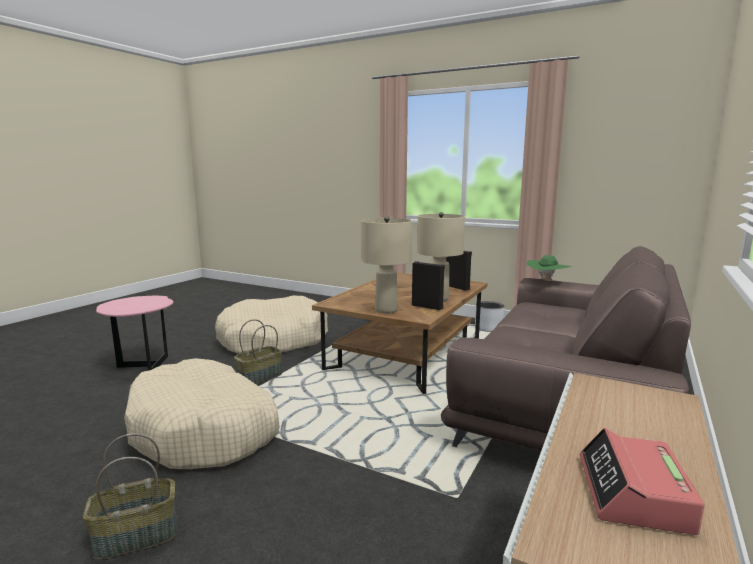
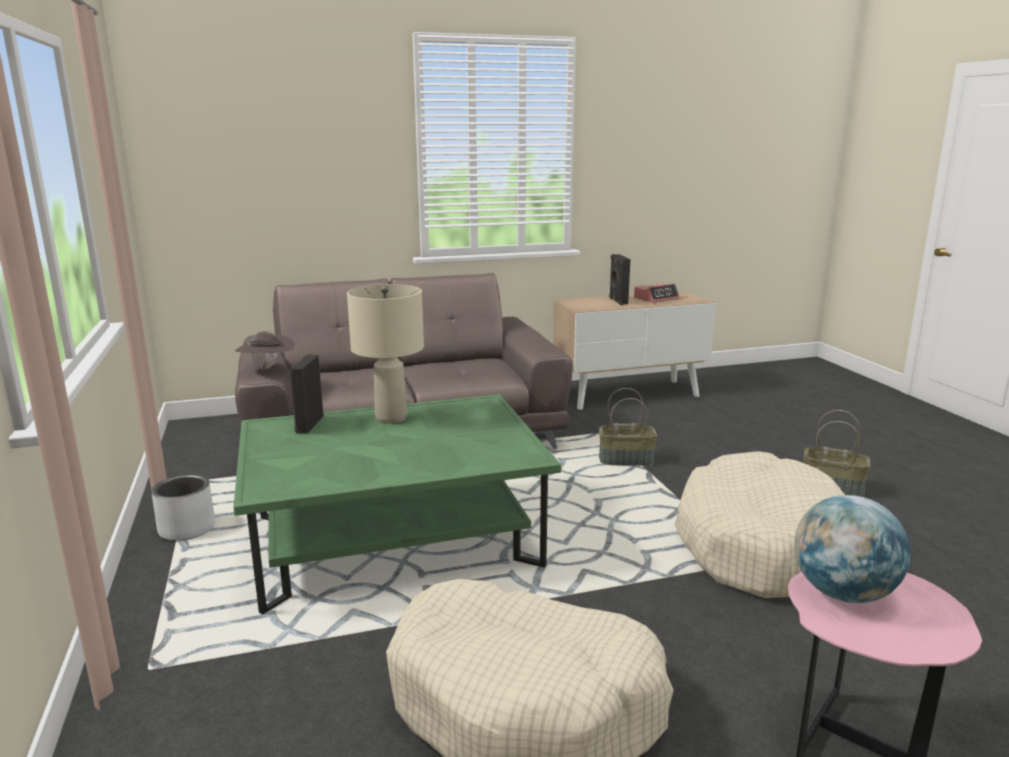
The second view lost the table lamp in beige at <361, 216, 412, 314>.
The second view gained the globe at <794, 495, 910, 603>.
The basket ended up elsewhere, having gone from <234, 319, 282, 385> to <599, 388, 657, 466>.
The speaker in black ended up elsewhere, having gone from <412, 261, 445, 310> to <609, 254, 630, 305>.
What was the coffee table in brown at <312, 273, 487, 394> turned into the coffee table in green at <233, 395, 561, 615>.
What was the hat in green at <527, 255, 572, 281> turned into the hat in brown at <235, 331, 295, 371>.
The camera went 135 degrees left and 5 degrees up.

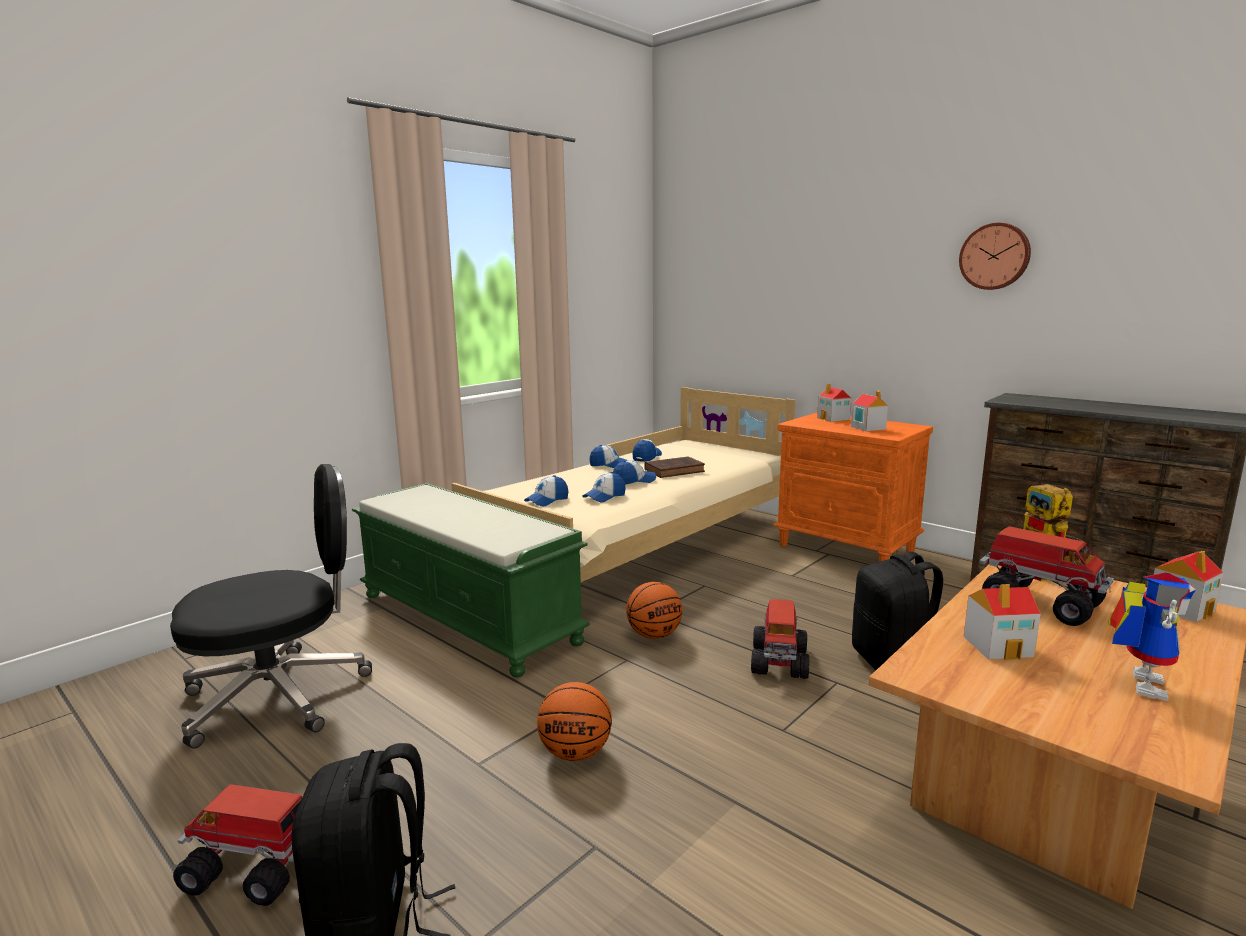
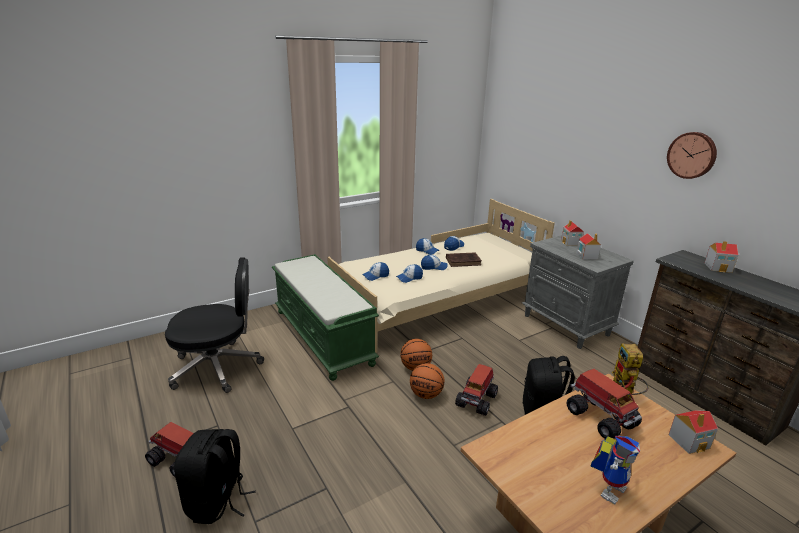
The basketball ended up elsewhere, having gone from <537, 682, 612, 761> to <410, 363, 444, 399>.
The toy house ended up elsewhere, having gone from <964, 584, 1041, 660> to <705, 241, 738, 273>.
What was the nightstand in orange at <773, 412, 933, 562> turned into the nightstand in grey at <522, 235, 634, 349>.
The camera went 15 degrees right and 10 degrees up.

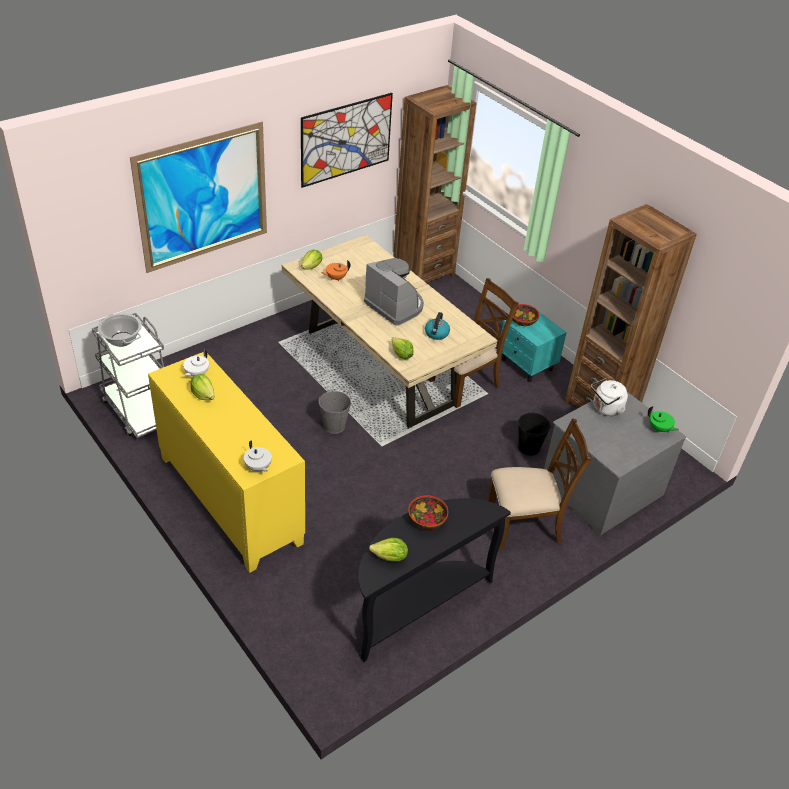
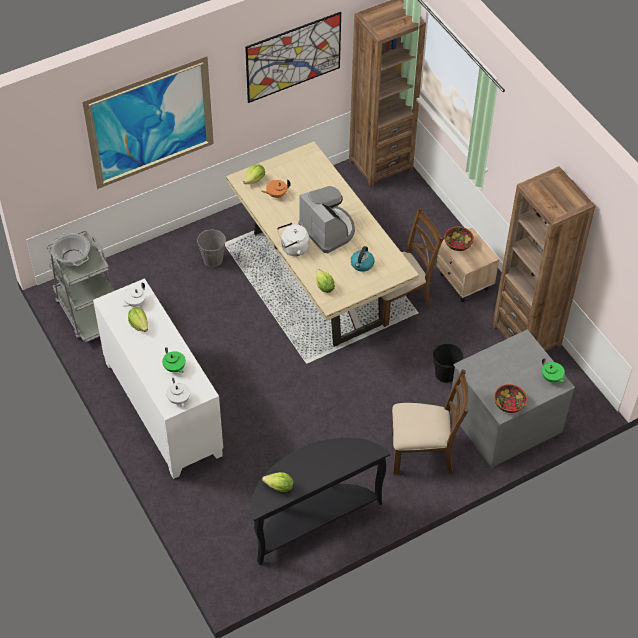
The second view gained the teapot in green at <162, 347, 186, 373>.
The bucket in grey ended up elsewhere, having gone from <319, 390, 351, 434> to <197, 229, 226, 267>.
The bowl ended up elsewhere, having gone from <408, 495, 448, 529> to <494, 384, 527, 413>.
The kettle in white ended up elsewhere, having gone from <591, 378, 628, 416> to <277, 223, 309, 256>.
What was the cabinet in yellow at <148, 352, 305, 573> turned into the cabinet in white at <93, 278, 223, 479>.
What was the nightstand in turquoise at <501, 312, 567, 382> turned into the nightstand in beige at <436, 227, 499, 302>.
The camera went 10 degrees right and 10 degrees up.

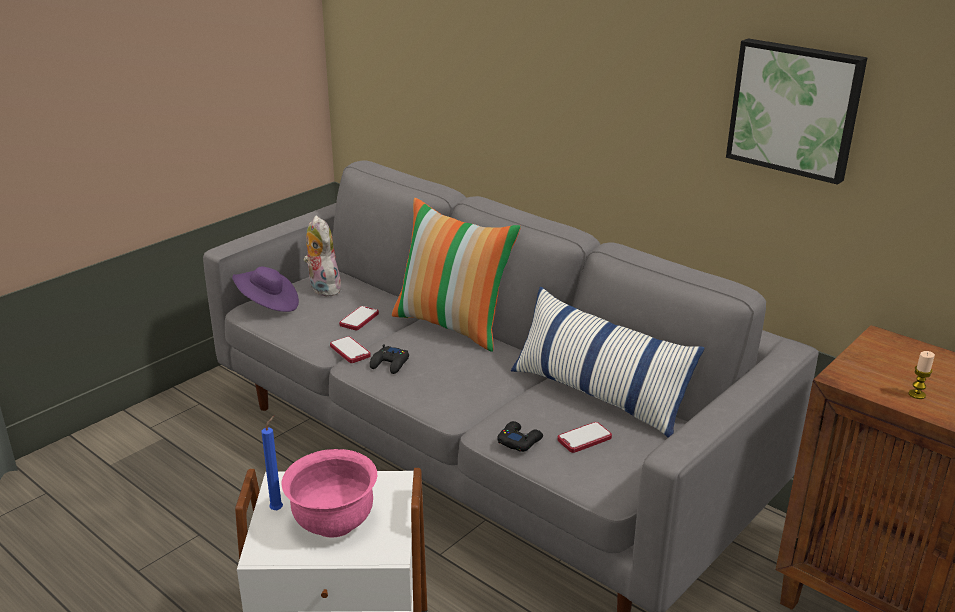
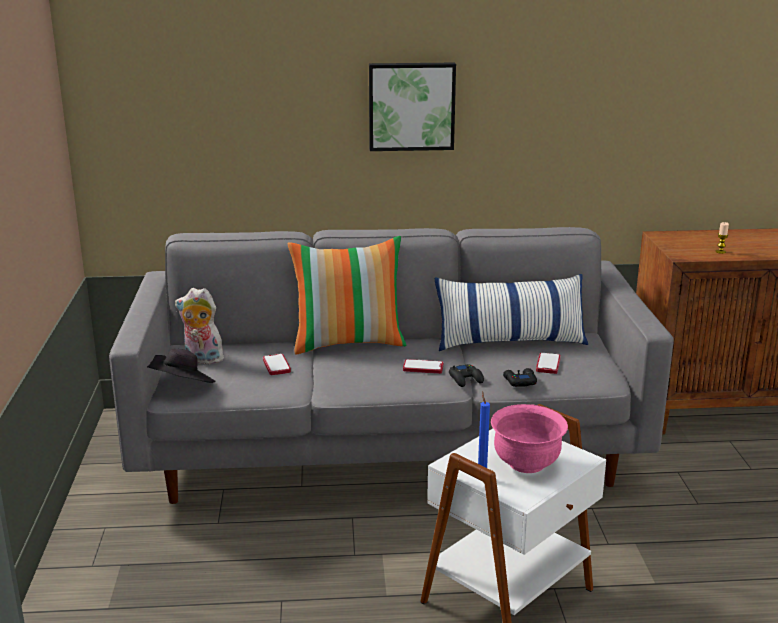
The phone ended up elsewhere, having gone from <330, 336, 371, 363> to <403, 359, 443, 374>.
The game controller in black ended up elsewhere, having gone from <370, 345, 409, 374> to <449, 364, 484, 387>.
The picture ended up elsewhere, having gone from <726, 38, 868, 185> to <369, 63, 456, 151>.
What was the hat in purple at <232, 266, 299, 312> turned into the hat in black at <147, 349, 215, 383>.
The camera went 45 degrees left and 5 degrees down.

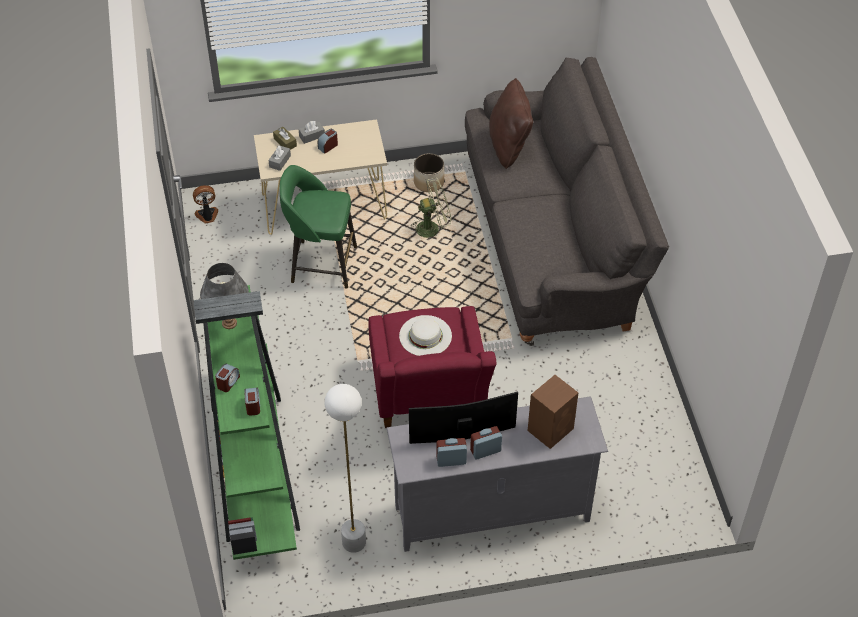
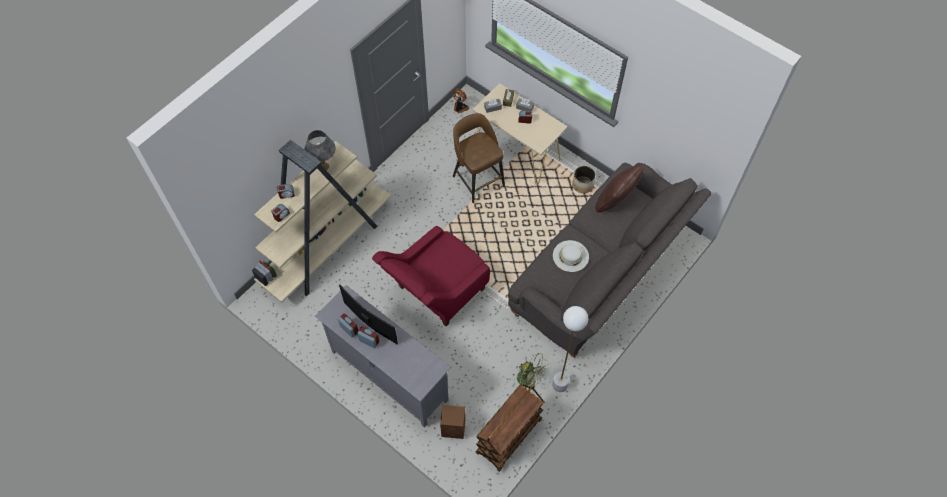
The second view gained the cart in brown at <476, 384, 544, 472>.
The floor lamp in white ended up elsewhere, having gone from <325, 384, 366, 553> to <552, 306, 588, 392>.
The hat in white ended up elsewhere, having gone from <399, 315, 452, 356> to <553, 240, 589, 272>.
The fan in green ended up elsewhere, having gone from <411, 177, 451, 239> to <516, 353, 549, 391>.
The speaker in brown ended up elsewhere, having gone from <528, 375, 578, 449> to <440, 405, 466, 439>.
What was the bookcase in green at <193, 285, 300, 560> turned into the bookcase in beige at <252, 140, 391, 302>.
What was the stool in green at <280, 165, 357, 289> turned into the stool in brown at <453, 113, 505, 203>.
The camera went 50 degrees right and 10 degrees up.

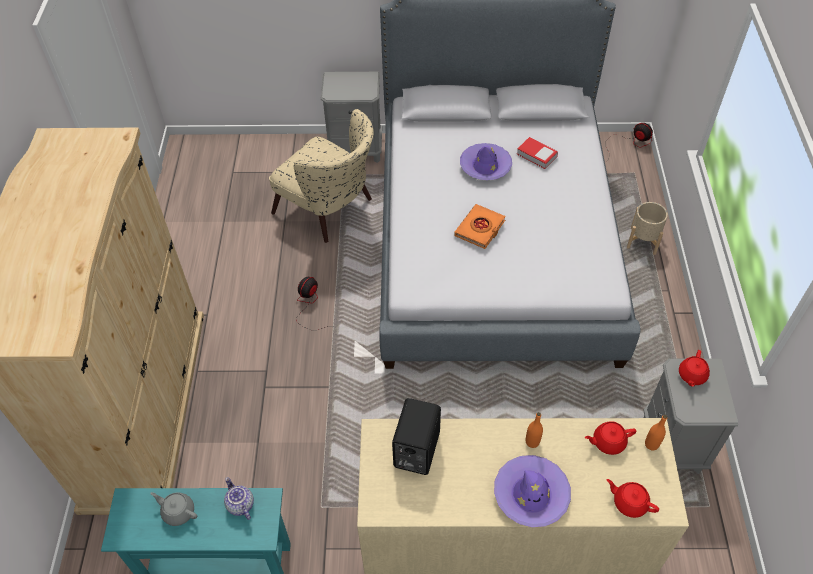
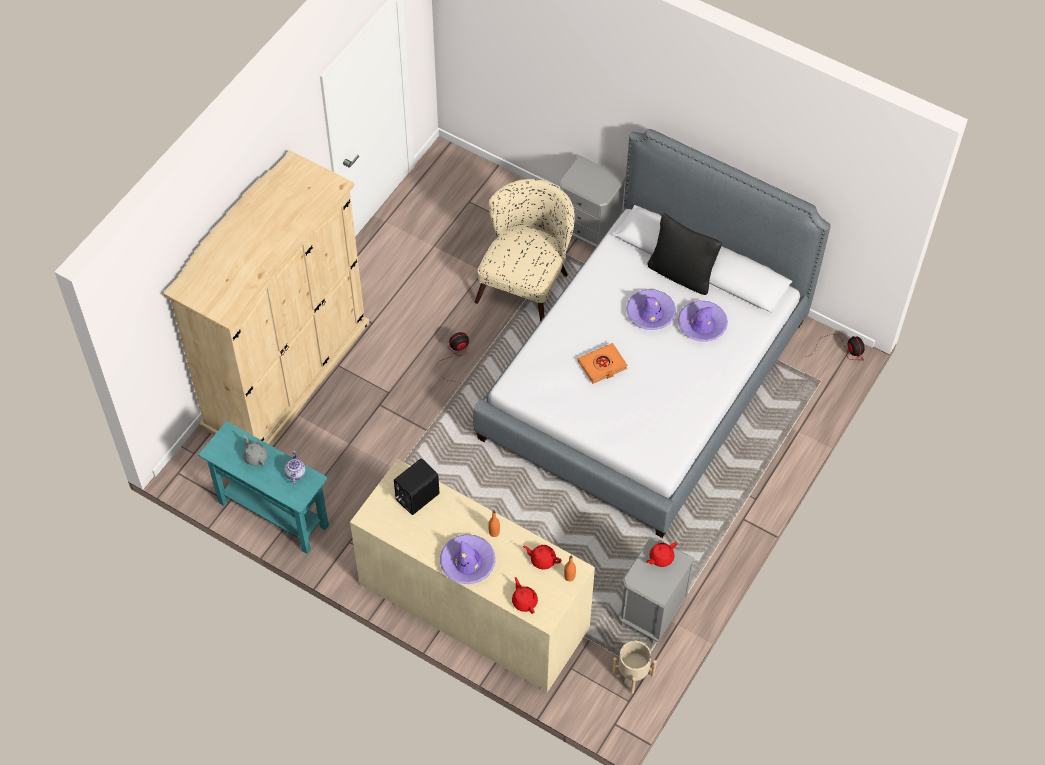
The second view gained the pillow in black at <647, 213, 722, 295>.
The planter in beige ended up elsewhere, having gone from <627, 202, 668, 255> to <612, 640, 657, 694>.
Where the book stood at <517, 137, 558, 169>, the hat in purple came to stand at <678, 301, 728, 342>.
The armchair in beige at <269, 109, 374, 243> ended up facing another way, 135 degrees counterclockwise from before.
The camera went 30 degrees right and 5 degrees up.

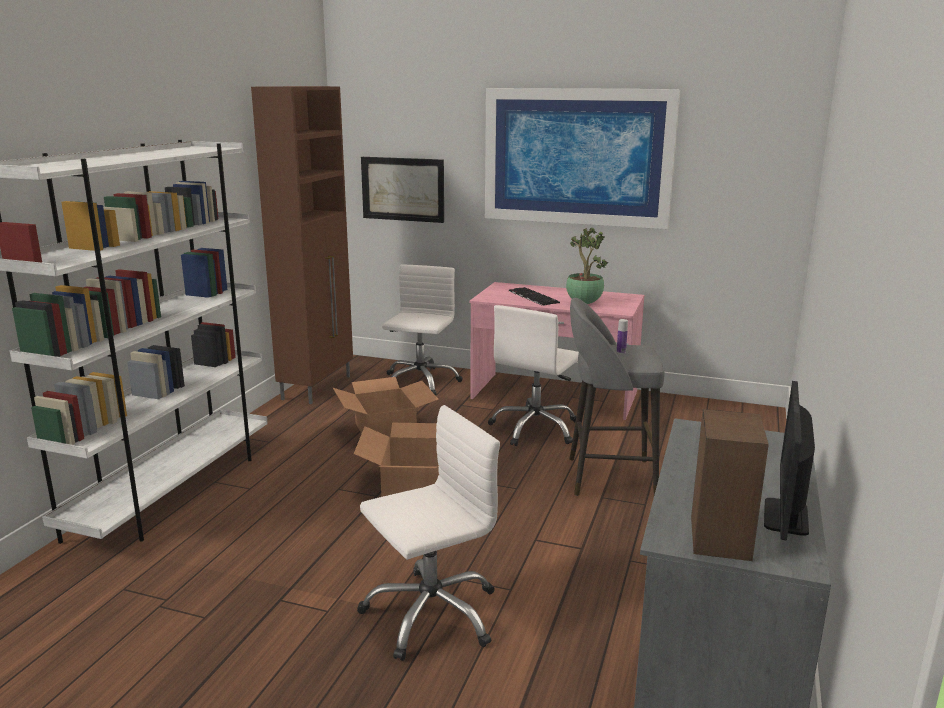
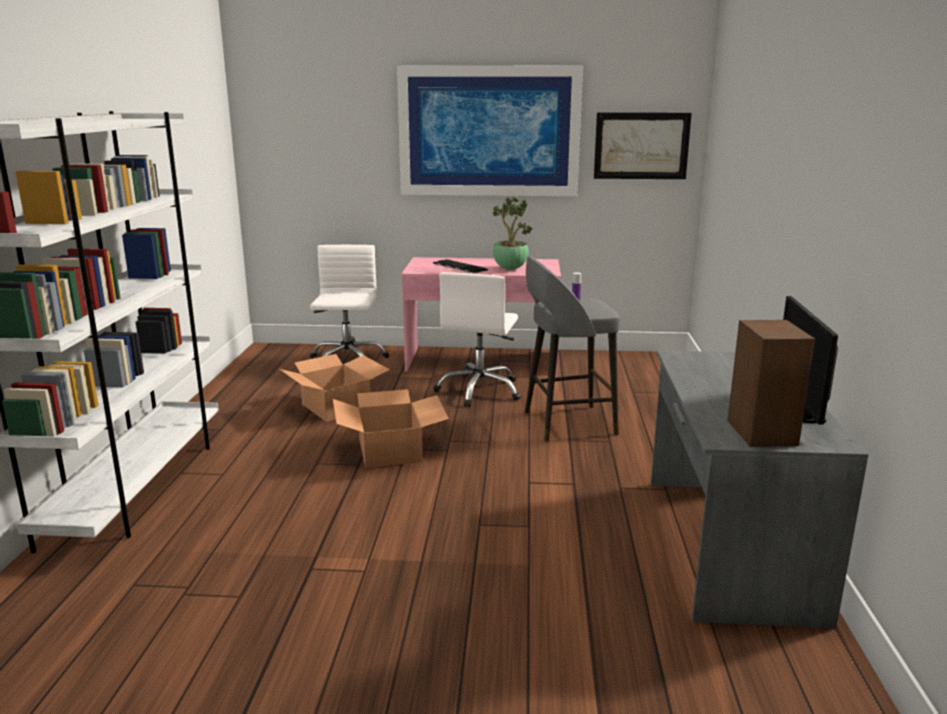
The second view lost the cabinet in brown at <251, 86, 353, 404>.
The second view lost the office chair in white at <357, 405, 500, 661>.
The picture ended up elsewhere, having gone from <361, 157, 444, 223> to <594, 113, 692, 179>.
The camera went 15 degrees left and 0 degrees up.

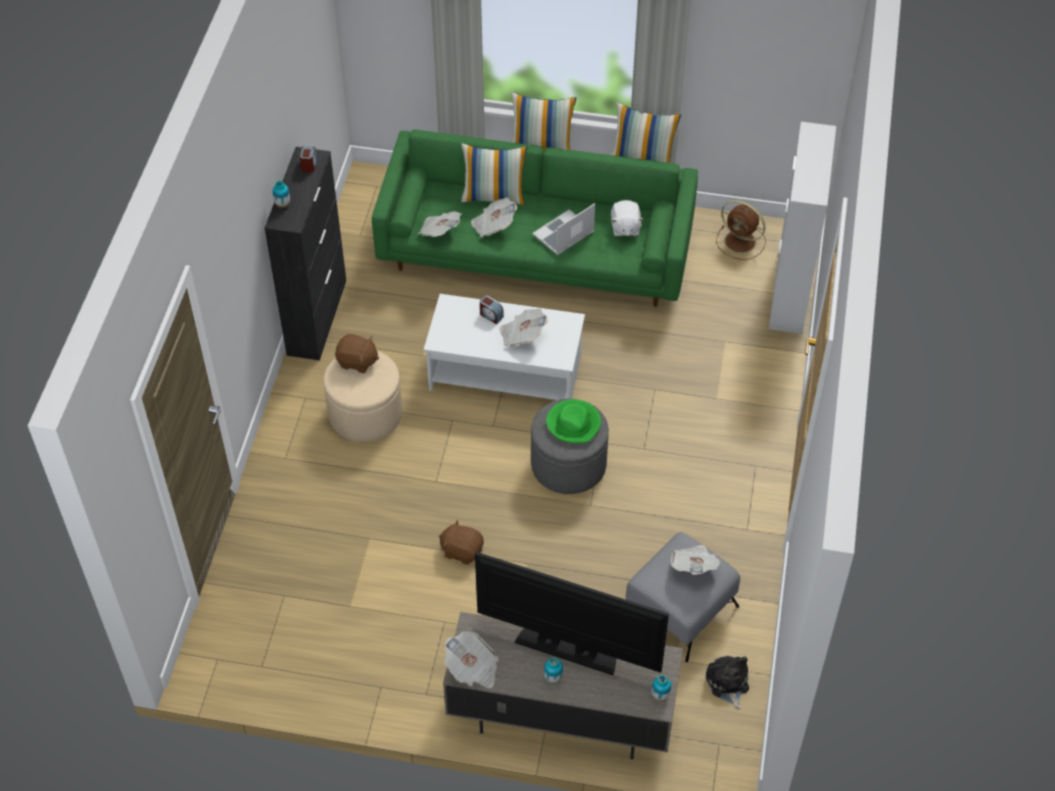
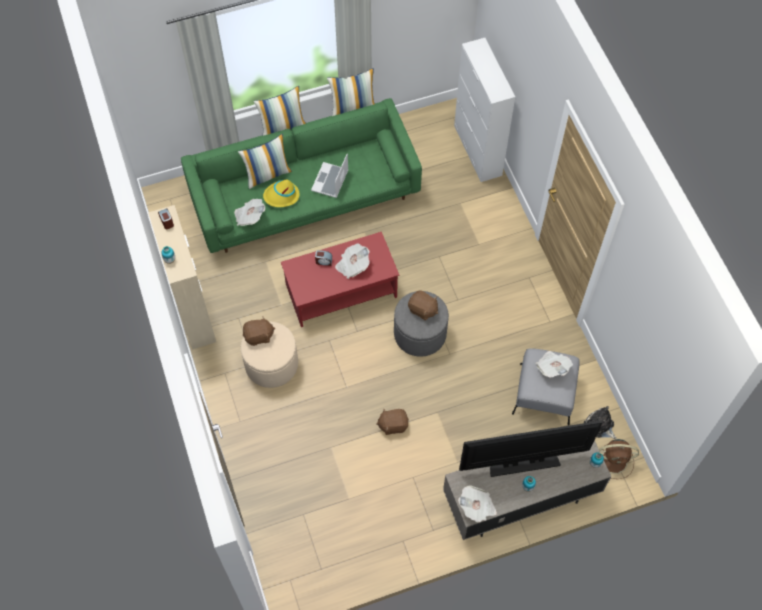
The second view lost the plush toy in white at <611, 200, 644, 237>.
The fan in brown ended up elsewhere, having gone from <716, 200, 766, 260> to <599, 439, 639, 479>.
Where the newspaper stood at <471, 198, 517, 237>, the hat in yellow came to stand at <263, 180, 299, 207>.
Where the hat in green stood at <546, 399, 601, 444>, the plush toy in brown came to stand at <408, 290, 438, 321>.
What was the cabinet in black at <265, 147, 346, 360> turned into the cabinet in beige at <148, 205, 216, 350>.
What was the coffee table in white at <424, 294, 585, 400> turned into the coffee table in red at <281, 232, 399, 327>.
The camera went 30 degrees left and 10 degrees up.

